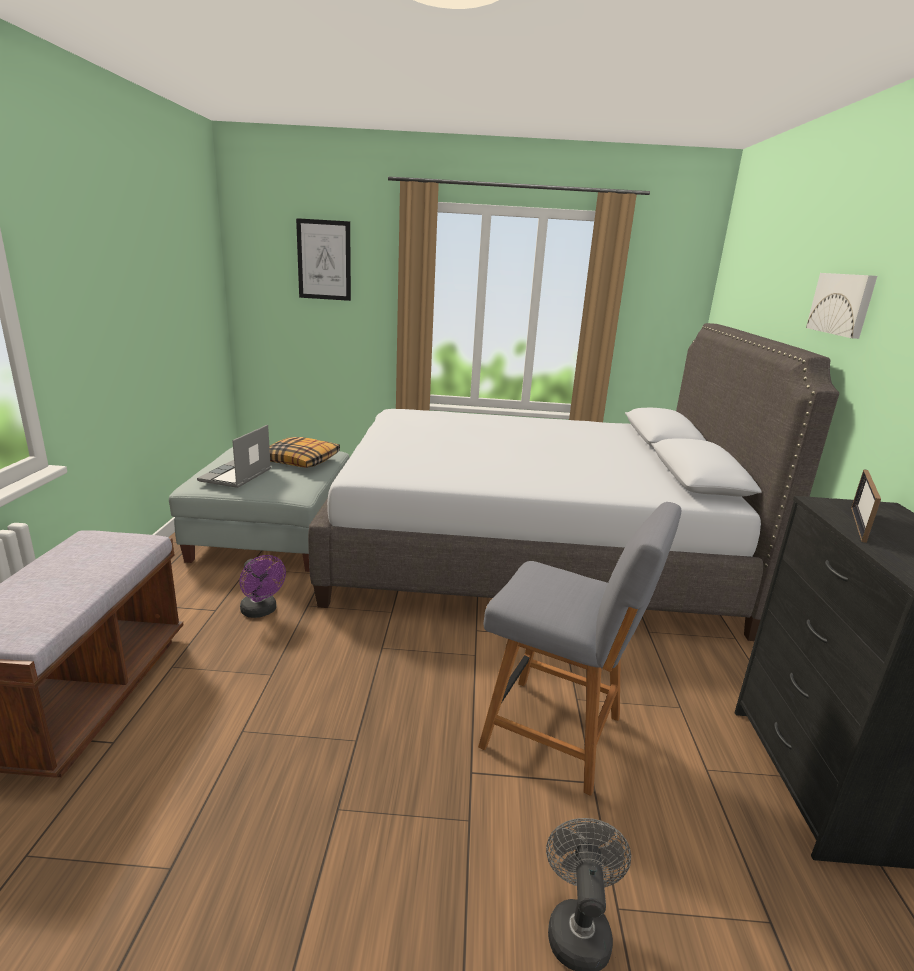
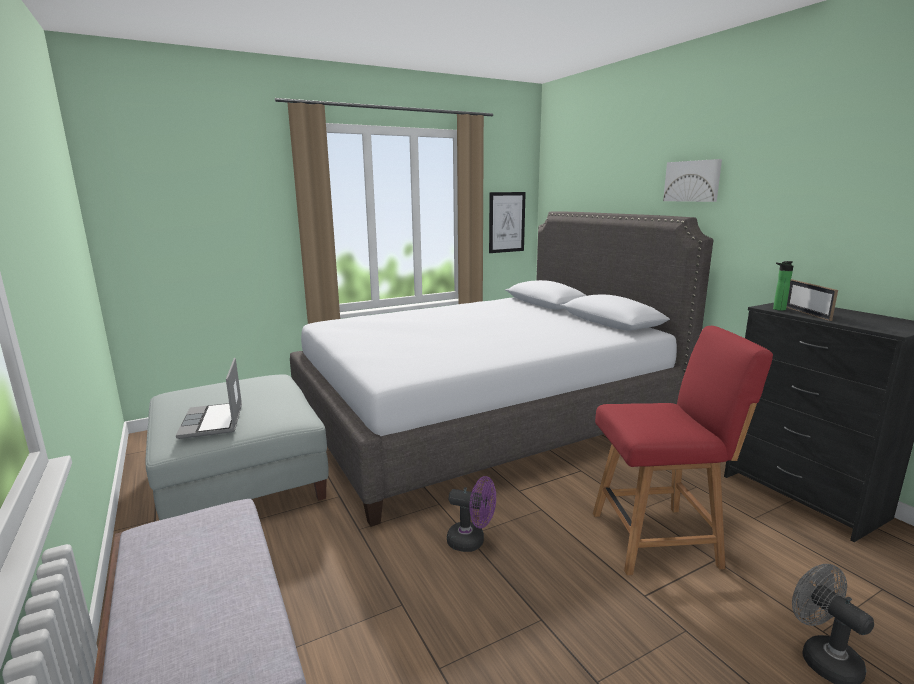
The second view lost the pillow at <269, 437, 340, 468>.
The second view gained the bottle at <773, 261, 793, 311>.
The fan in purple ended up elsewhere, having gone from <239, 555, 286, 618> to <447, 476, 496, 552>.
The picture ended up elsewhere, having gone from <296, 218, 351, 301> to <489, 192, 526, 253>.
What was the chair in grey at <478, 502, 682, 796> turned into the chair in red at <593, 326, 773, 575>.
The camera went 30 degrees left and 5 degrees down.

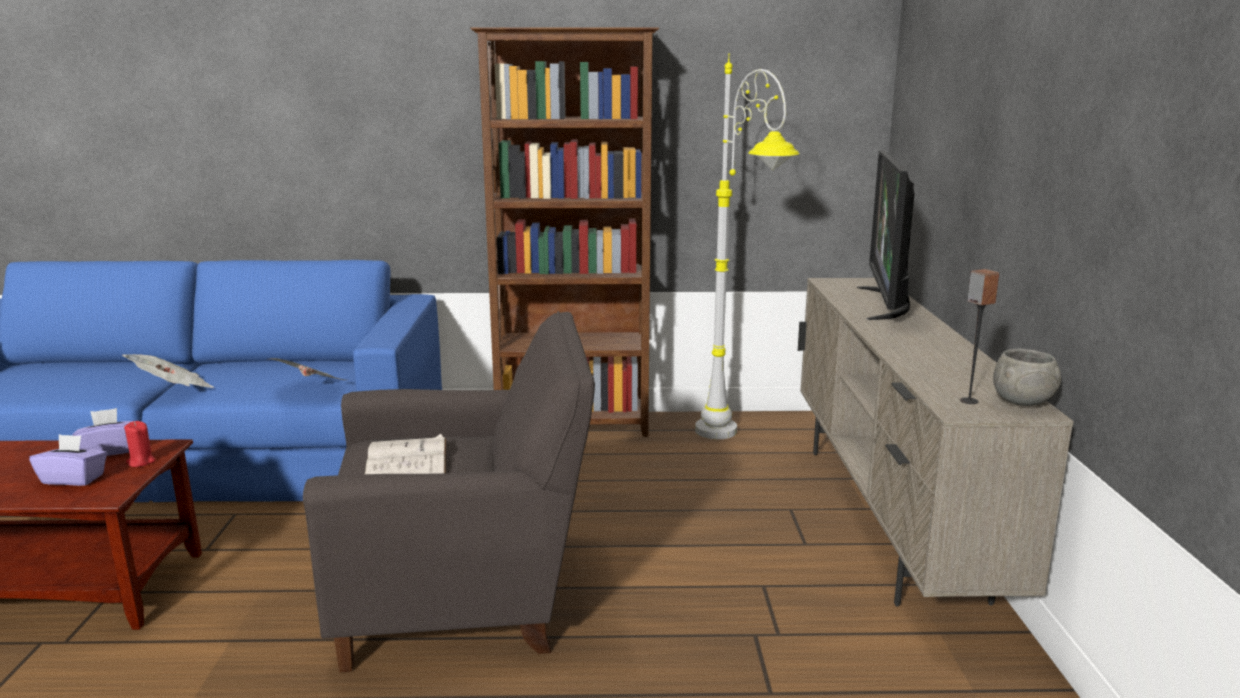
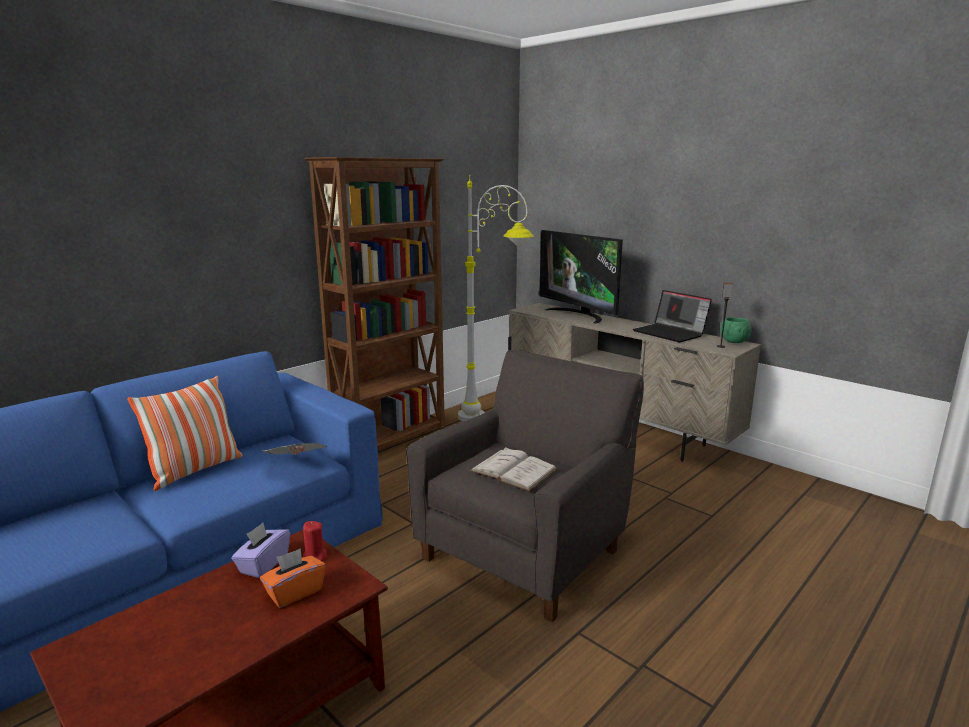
The second view lost the newspaper at <122, 354, 214, 388>.
The second view gained the pillow at <127, 376, 243, 491>.
The second view gained the laptop at <633, 290, 712, 342>.
What was the tissue box in purple at <29, 434, 107, 486> turned into the tissue box in orange at <260, 548, 326, 608>.
What was the bowl in grey at <993, 349, 1061, 406> turned into the bowl in green at <720, 317, 752, 343>.
The camera went 45 degrees left and 0 degrees up.

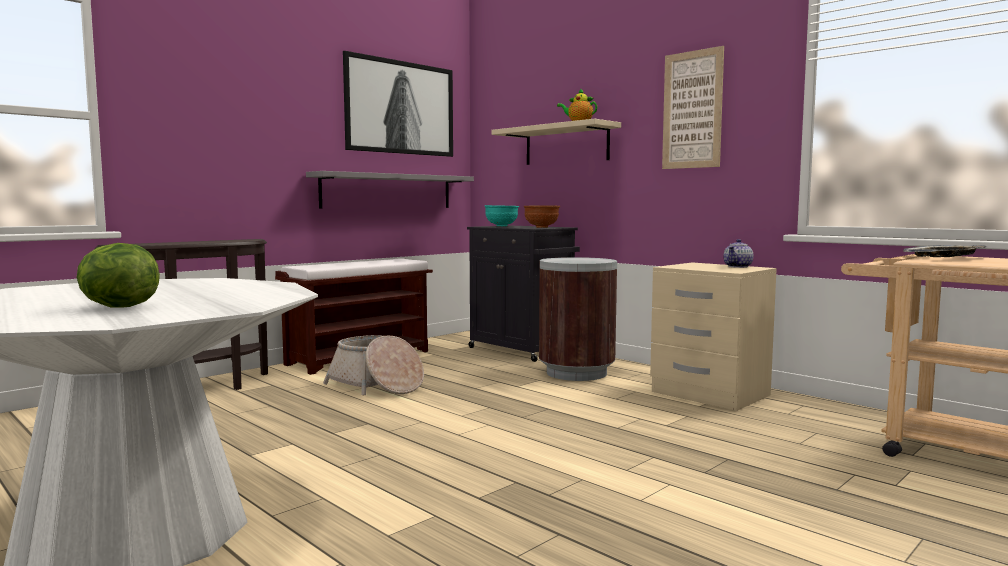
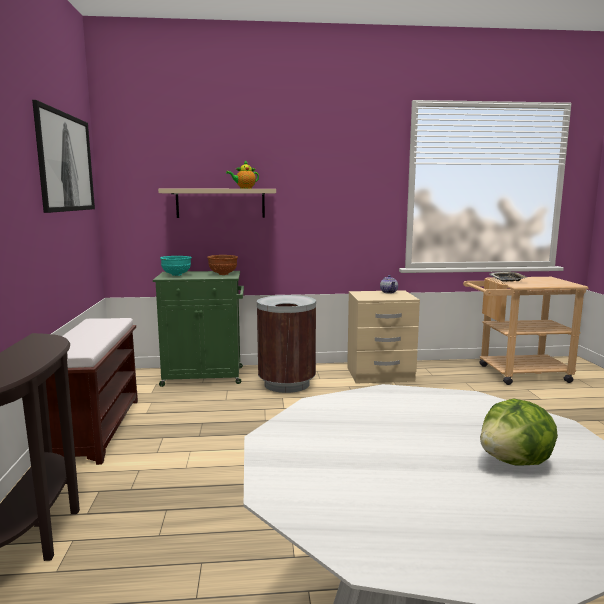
The second view lost the shelf in grey at <306, 171, 474, 208>.
The second view lost the basket at <323, 335, 424, 395>.
The second view lost the picture at <662, 46, 724, 169>.
What was the cabinet in black at <467, 225, 580, 362> turned into the cabinet in green at <153, 271, 244, 387>.
The camera went 50 degrees left and 5 degrees up.

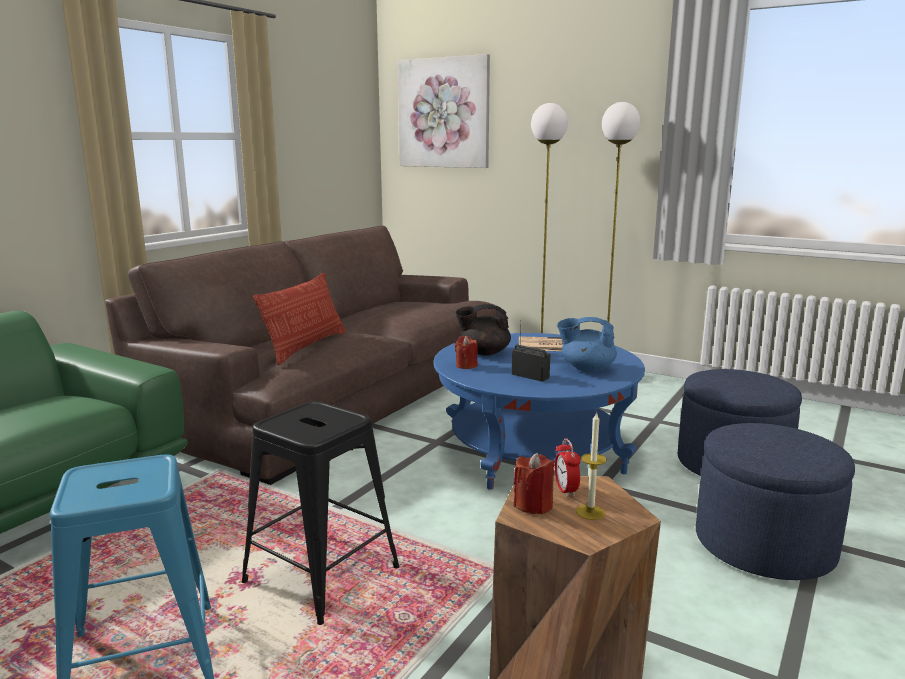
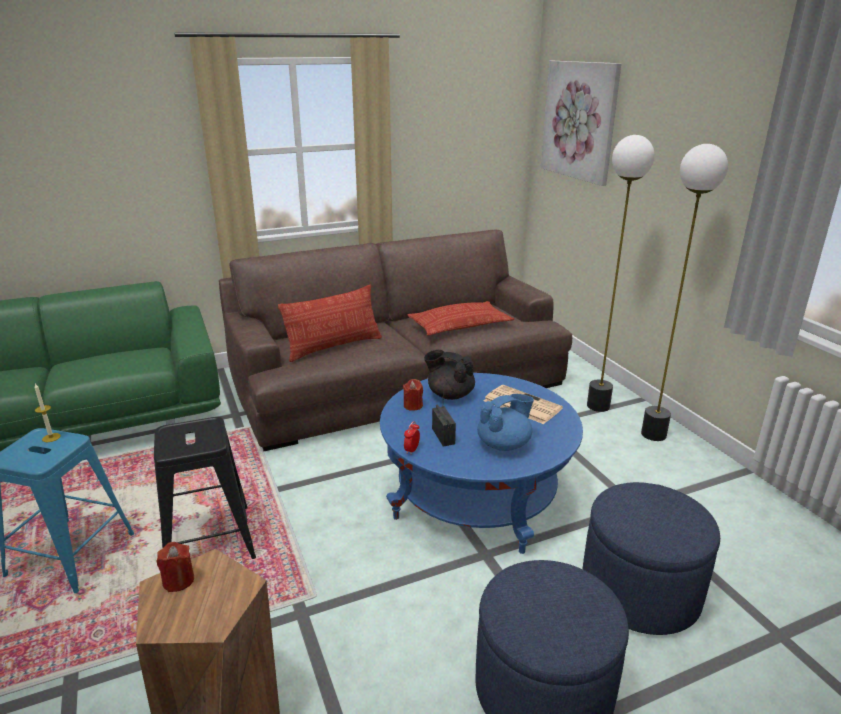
The second view gained the pillow at <408, 301, 514, 335>.
The alarm clock ended up elsewhere, having gone from <555, 438, 581, 497> to <404, 421, 420, 454>.
The candle ended up elsewhere, having gone from <576, 412, 607, 520> to <34, 384, 61, 442>.
The teapot in blue at <557, 317, 617, 372> ended up facing another way, 105 degrees clockwise from before.
The camera went 35 degrees right and 10 degrees up.

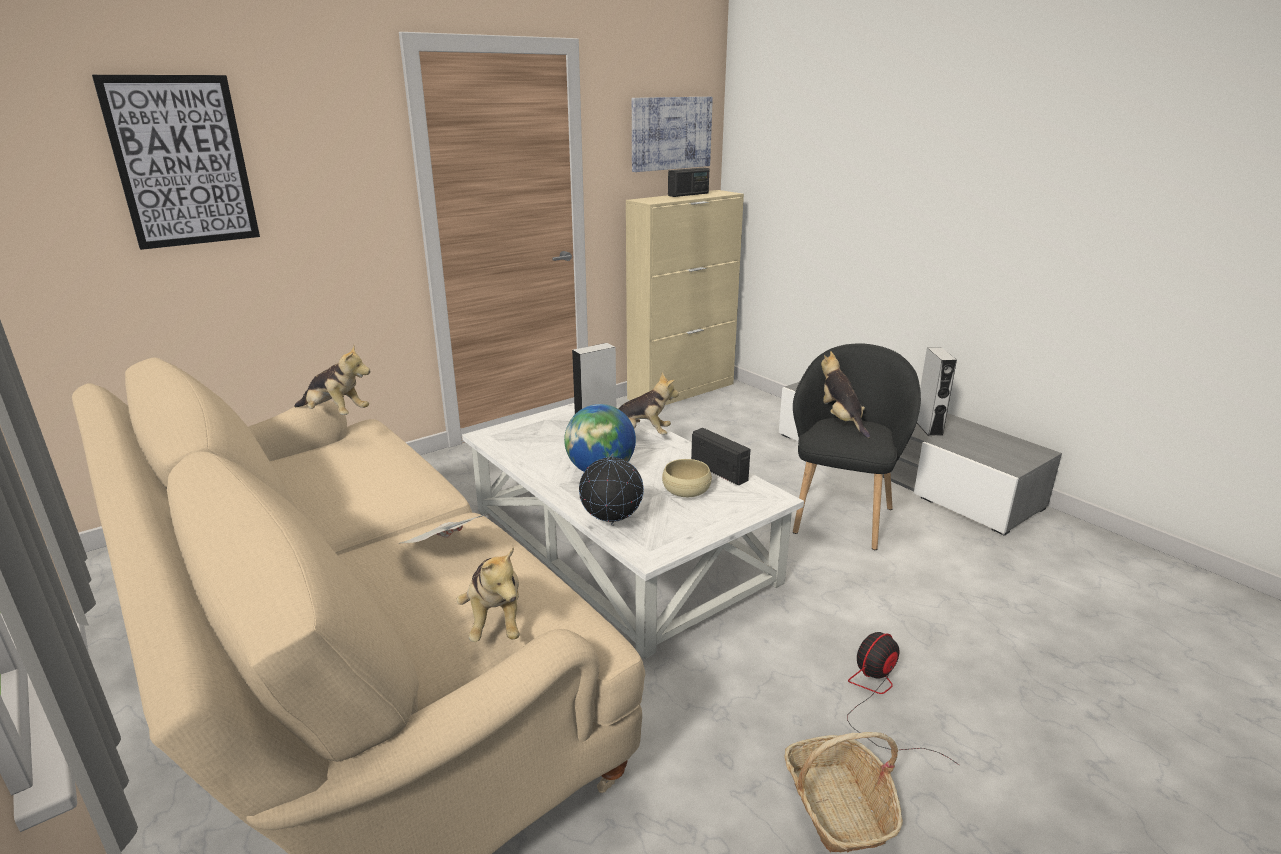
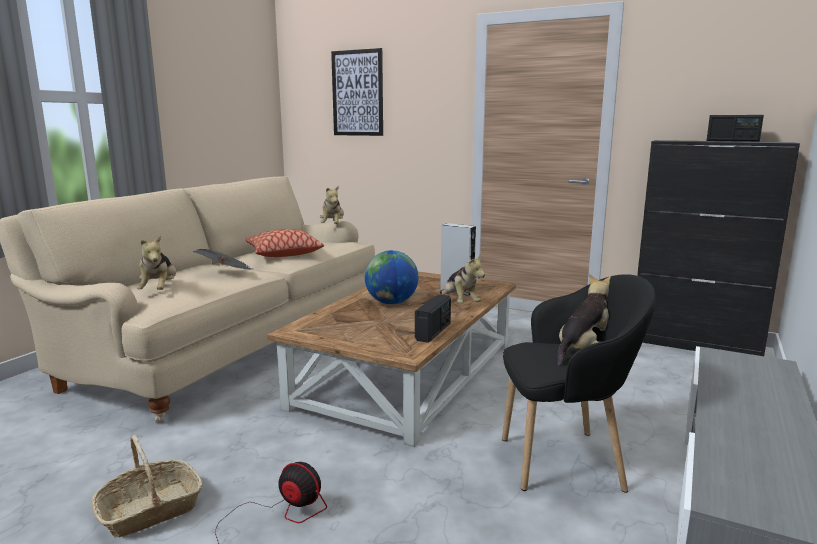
The second view lost the globe at <579, 453, 644, 526>.
The second view lost the picture at <632, 97, 713, 172>.
The second view lost the bowl in beige at <662, 459, 712, 497>.
The second view lost the speaker in grey at <917, 347, 957, 436>.
The second view gained the pillow at <246, 229, 324, 257>.
What was the coffee table in white at <462, 403, 804, 659> turned into the coffee table in brown at <267, 272, 516, 447>.
What was the cabinet in beige at <626, 190, 744, 405> turned into the cabinet in black at <637, 140, 800, 356>.
The plush toy at <456, 547, 520, 642> ended up facing another way, 60 degrees counterclockwise from before.
The camera went 65 degrees right and 10 degrees down.

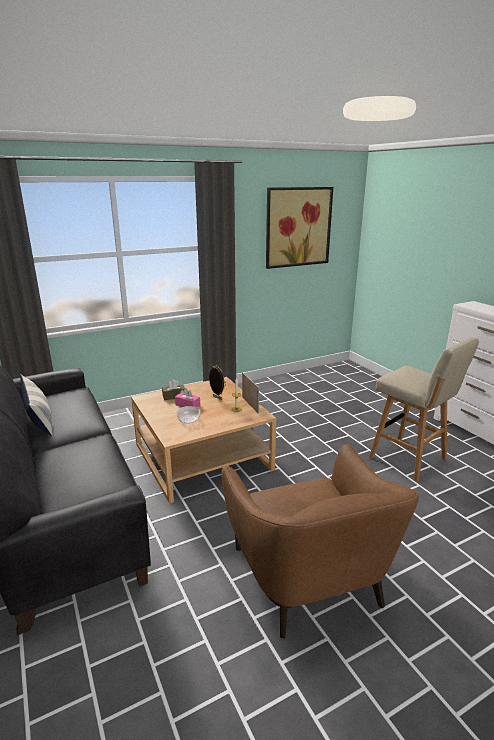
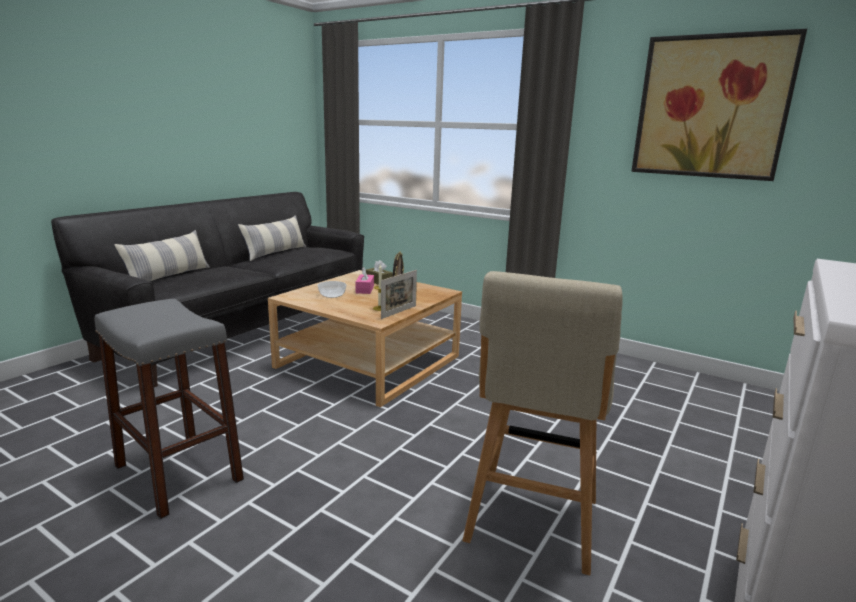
The second view gained the pillow at <114, 230, 210, 282>.
Where the armchair in brown stood at <221, 444, 419, 638>, the stool in grey came to stand at <95, 299, 244, 519>.
The camera went 60 degrees right and 5 degrees down.

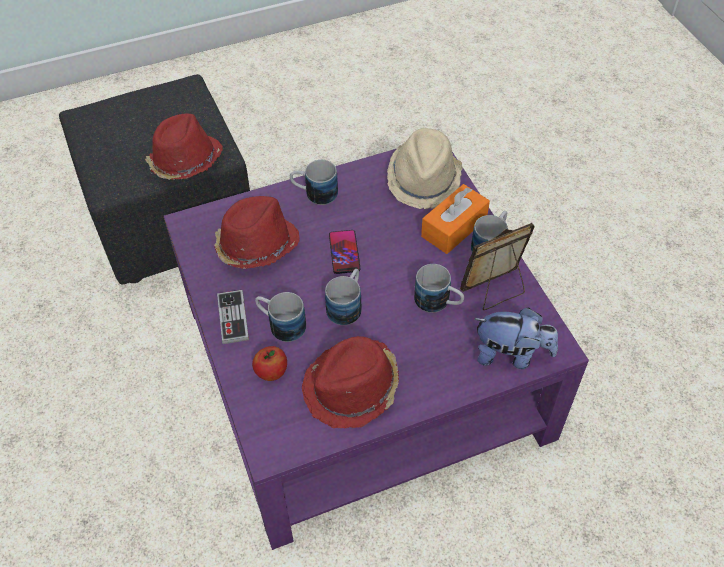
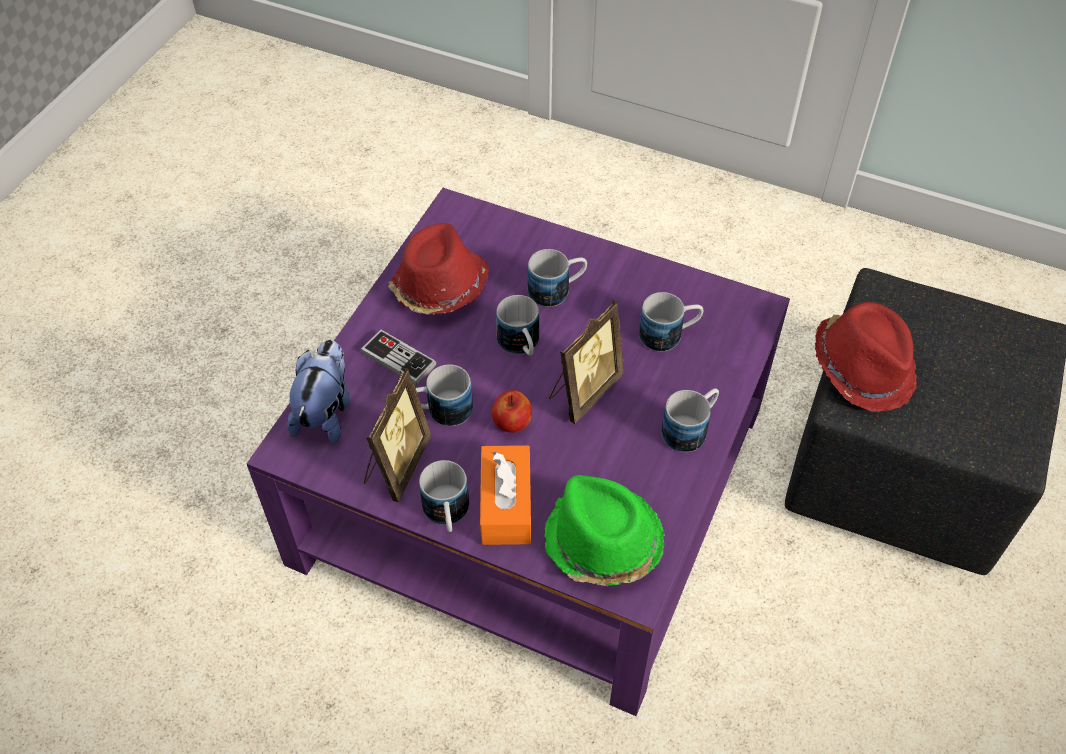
The game controller ended up elsewhere, having gone from <217, 290, 249, 344> to <361, 329, 436, 386>.
The apple ended up elsewhere, having gone from <252, 346, 287, 381> to <492, 390, 532, 433>.
Where the hat in red stood at <215, 196, 300, 269>, the mug came to stand at <639, 292, 703, 352>.
Where the phone stood at <329, 230, 361, 274>, the picture frame came to stand at <549, 300, 624, 424>.
What was the hat in beige at <387, 128, 463, 209> turned into the hat in green at <544, 475, 665, 586>.
The plush toy at <475, 308, 558, 369> ended up facing another way, 135 degrees clockwise from before.
The camera went 135 degrees right and 0 degrees up.

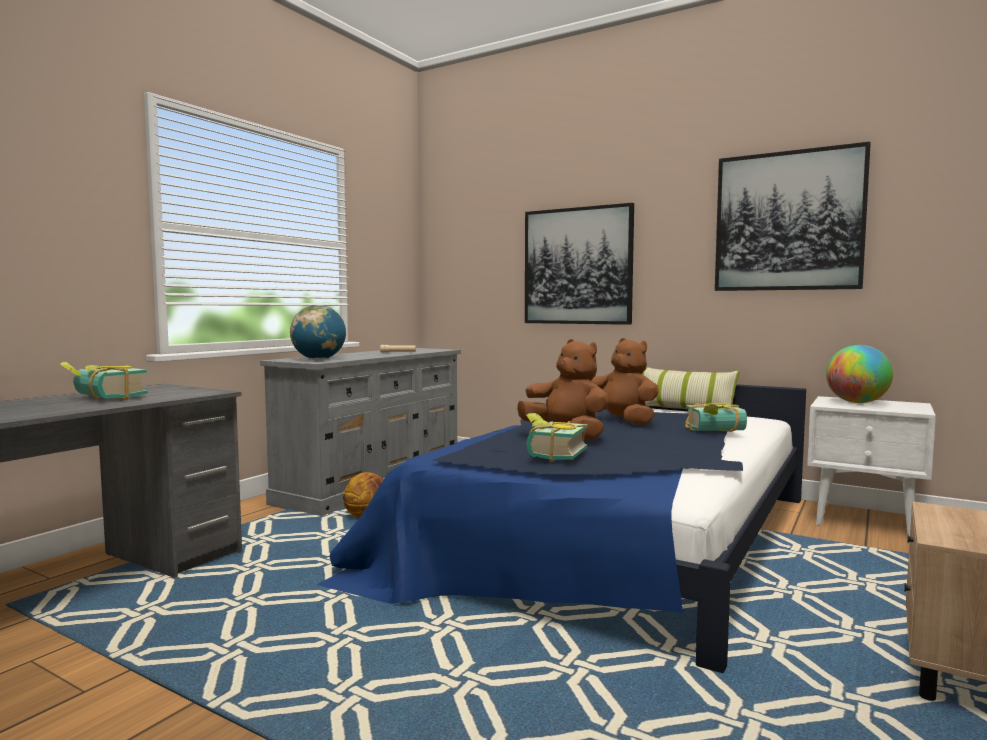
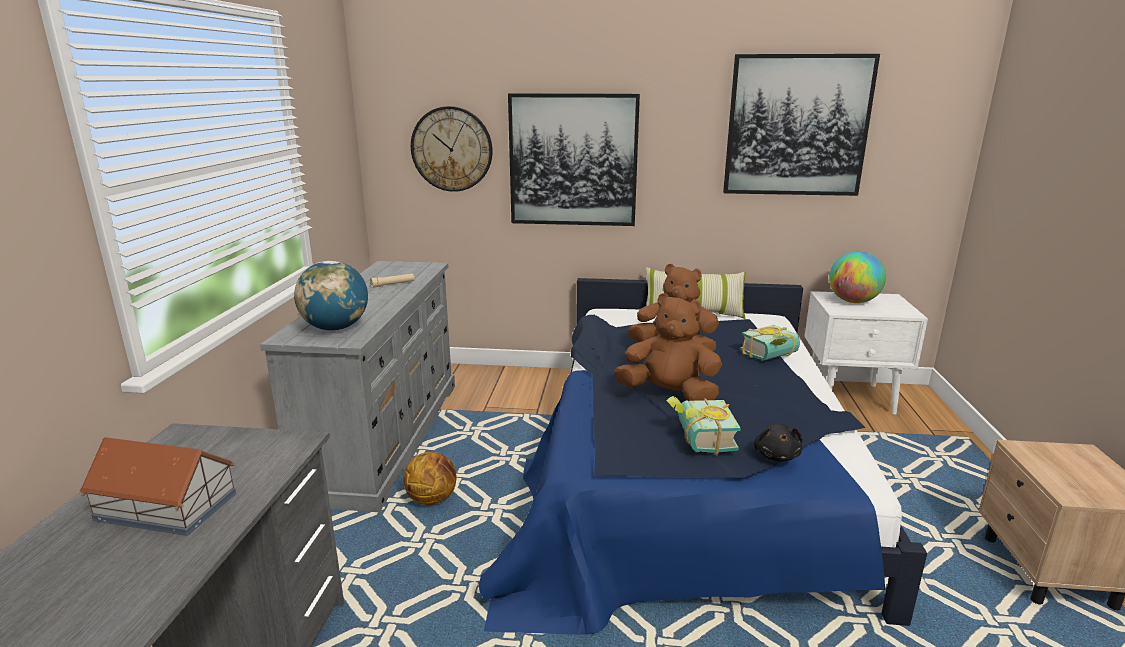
The second view gained the wall clock at <411, 106, 493, 192>.
The second view gained the plush toy in black at <754, 423, 802, 462>.
Where the book stood at <60, 362, 148, 400>, the toy house came to stand at <79, 437, 236, 536>.
The camera went 25 degrees left and 15 degrees up.

